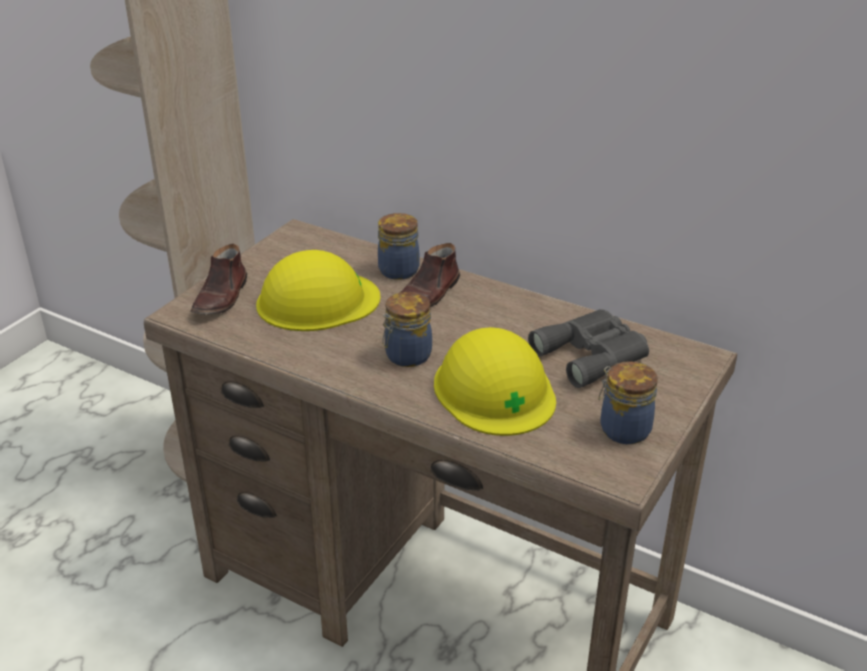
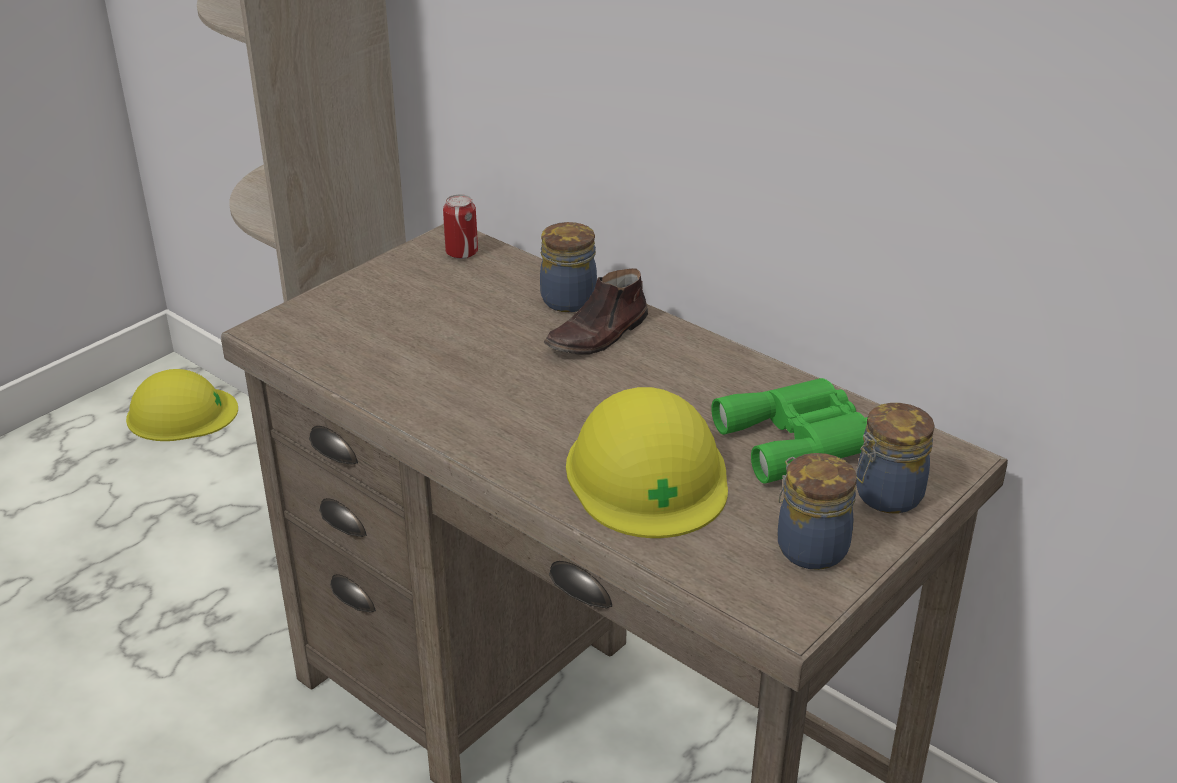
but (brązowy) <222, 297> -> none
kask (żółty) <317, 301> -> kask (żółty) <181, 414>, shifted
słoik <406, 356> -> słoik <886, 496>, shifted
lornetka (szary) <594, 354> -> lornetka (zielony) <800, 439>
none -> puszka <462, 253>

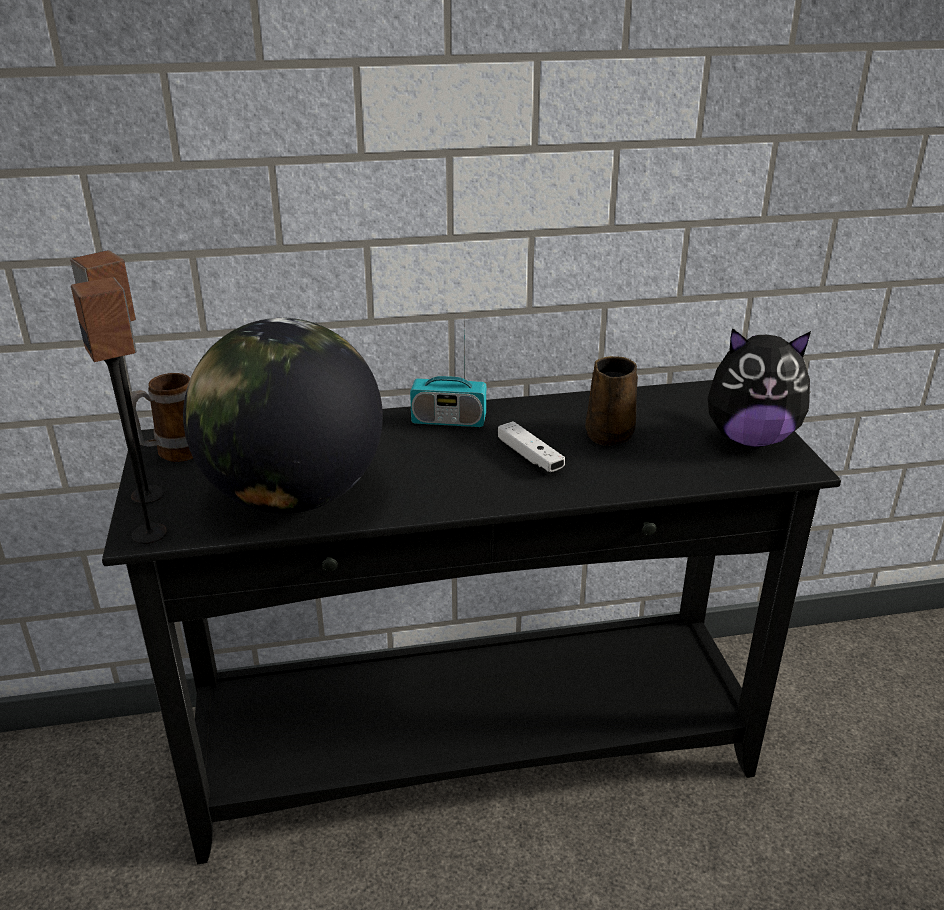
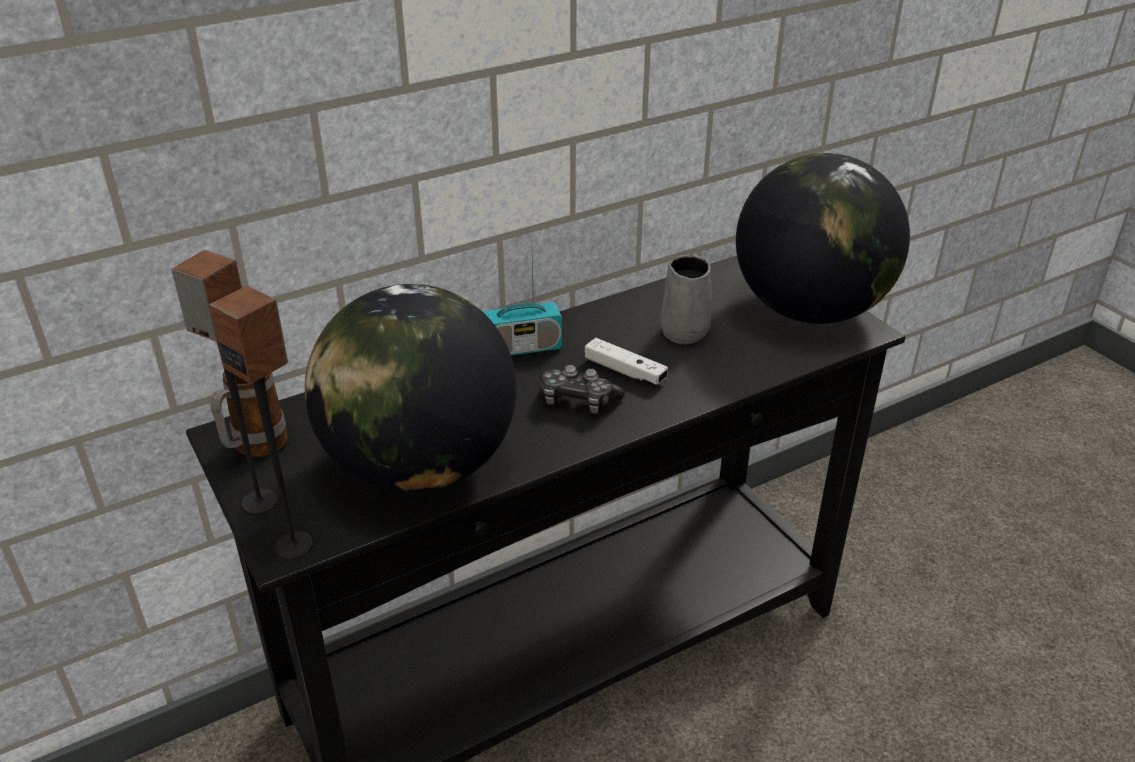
pluszak <750, 439> -> globus <809, 310>
kubek (brązowy) <611, 434> -> kubek (szary) <685, 331>
none -> pad do gier <578, 401>

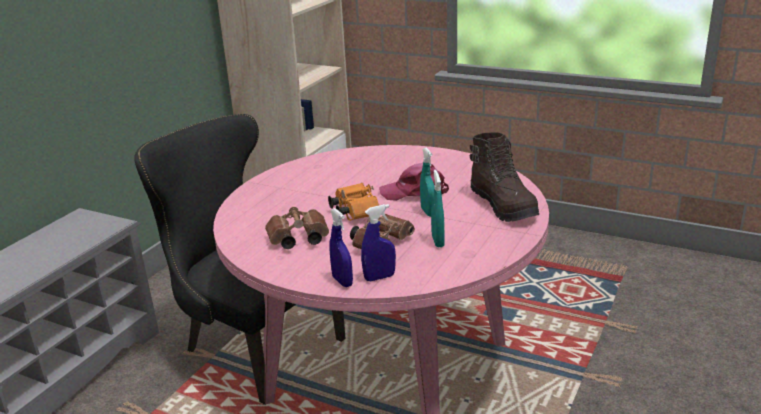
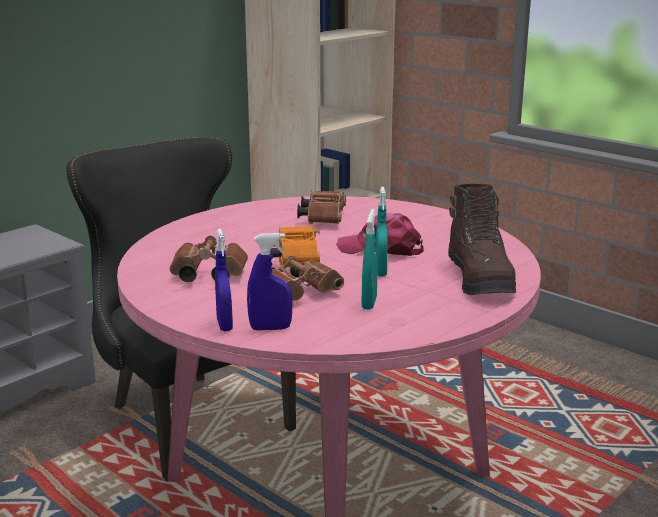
none -> lornetka (brązowy) <323, 218>

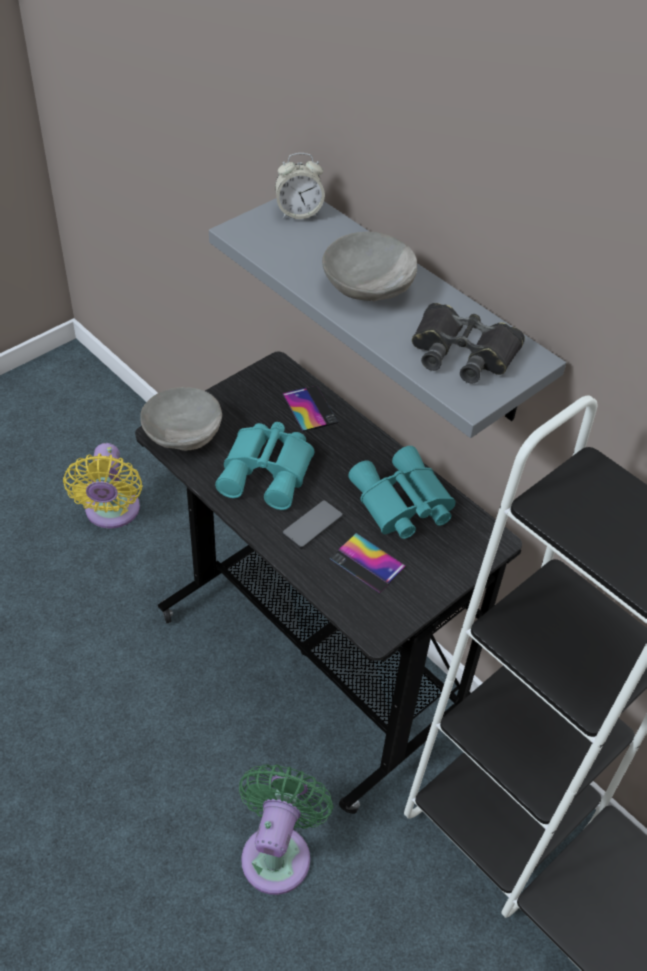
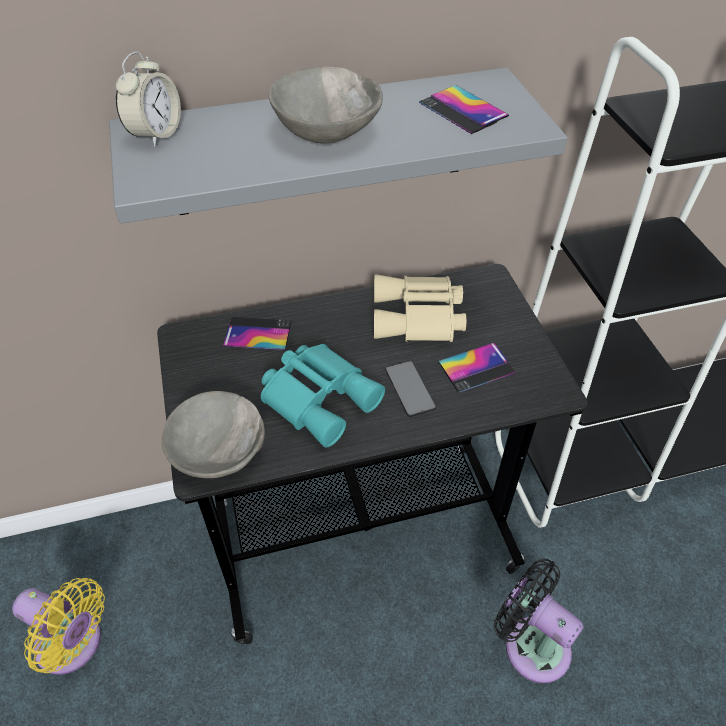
lornetka (czarny) <462, 352> -> telefon <463, 110>
lornetka (turkusowy) <401, 504> -> lornetka (beżowy) <419, 318>
wentylator (zielony) <278, 851> -> wentylator (czarny) <531, 643>

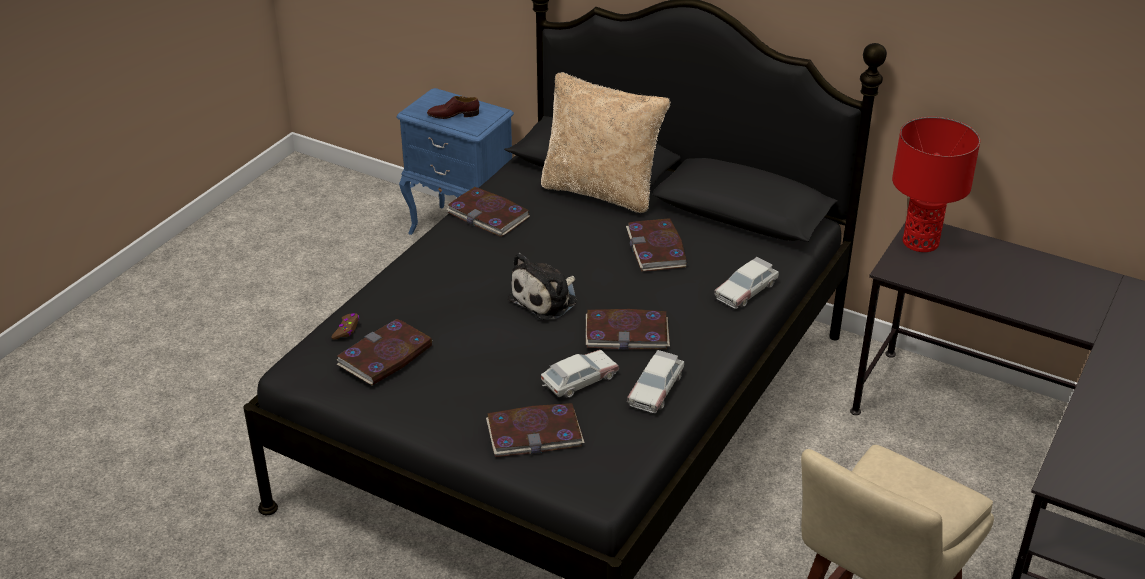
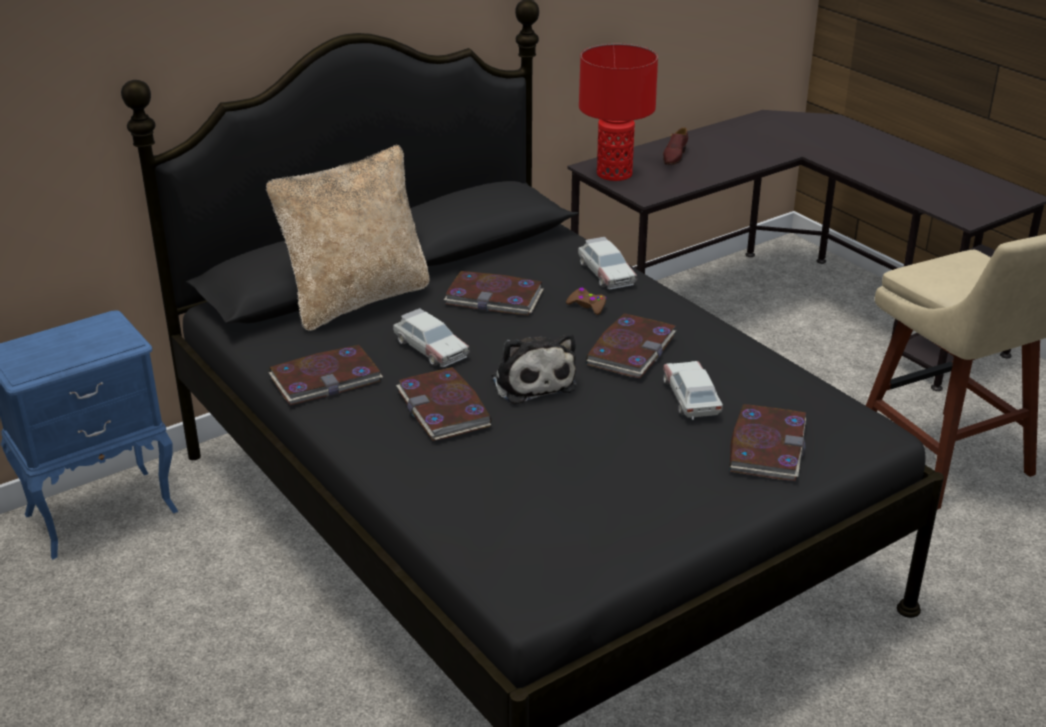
but (brązowy) <453, 115> -> but (brązowy) <674, 156>, shifted
pad do gier (brązowy) <346, 330> -> pad do gier (brązowy) <587, 306>, shifted
książka <385, 356> -> książka <444, 408>, shifted
samochodzik <655, 388> -> samochodzik <430, 348>, shifted

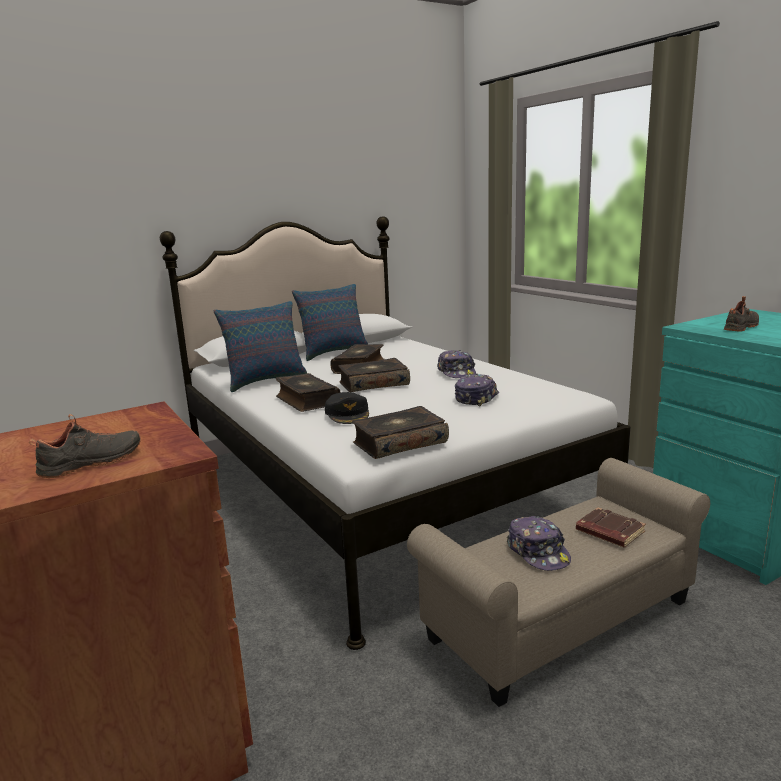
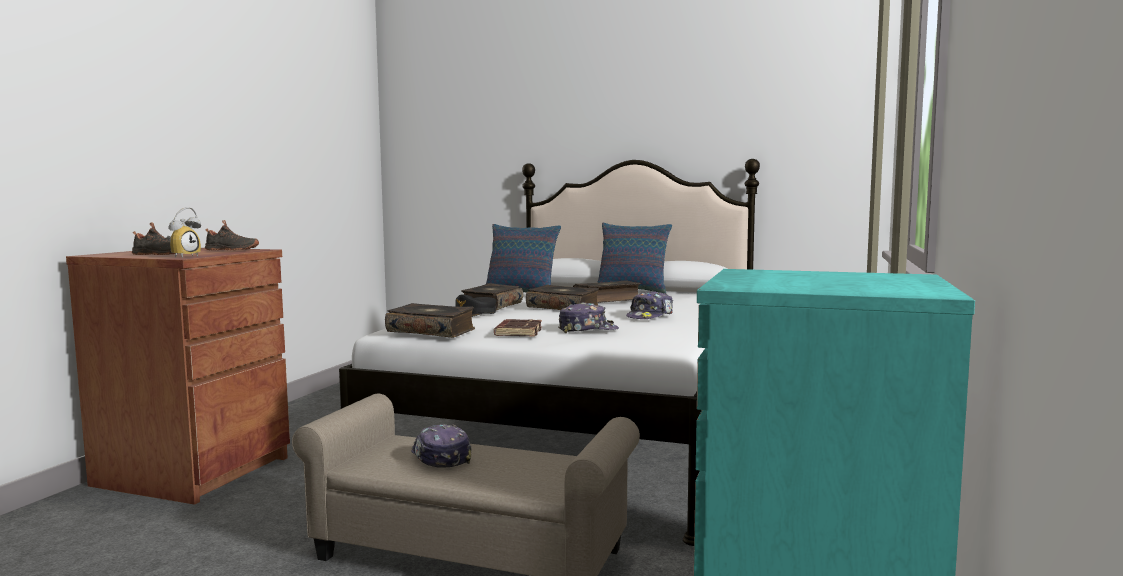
but (czarny) <742, 327> -> but (czarny) <231, 250>, shifted
książka (brązowy) <608, 532> -> książka (brązowy) <517, 332>, shifted
czapka z daszkiem <538, 552> -> czapka z daszkiem <440, 457>, 120 degrees clockwise
none -> budzik <183, 256>

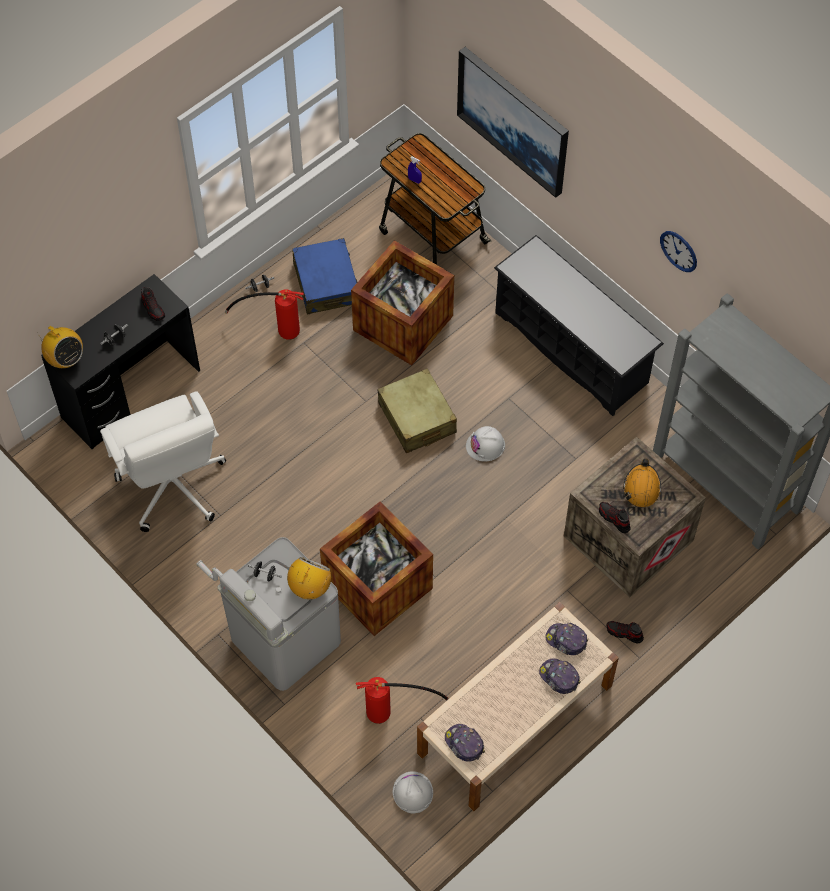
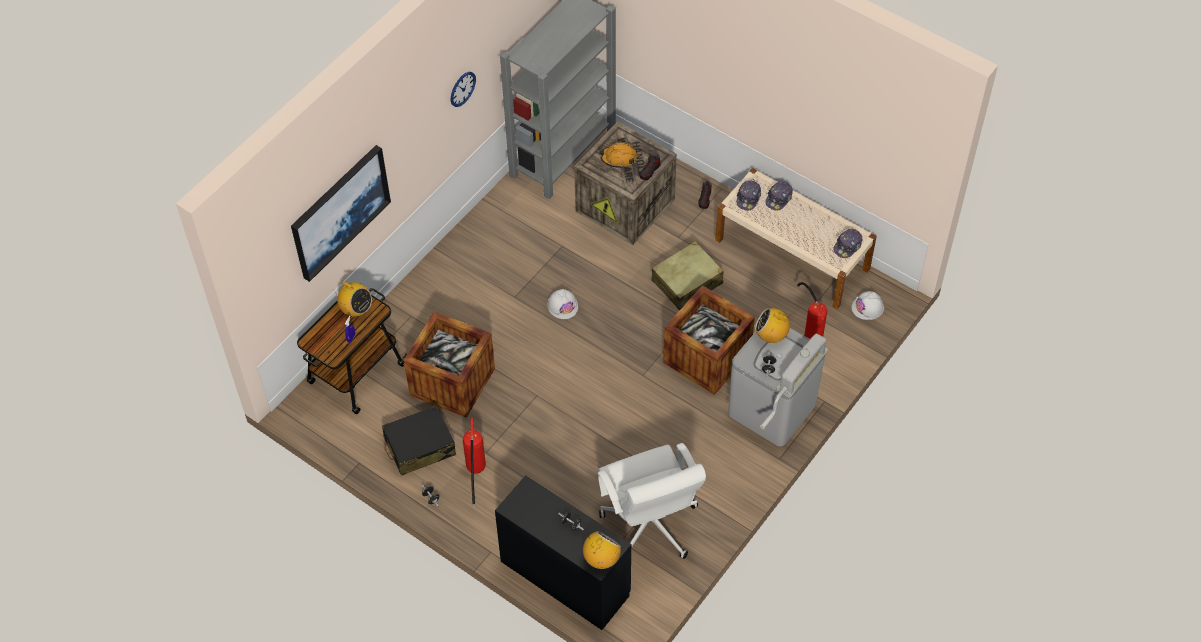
regał na buty (czarny) <572, 348> -> none
walizka (niebieski) <326, 283> -> walizka (czarny) <419, 447>
but <153, 308> -> none
walizka (beżowy) <417, 418> -> walizka (beżowy) <687, 282>, shifted
krzesło biurowe (biały) <172, 484> -> krzesło biurowe (biały) <649, 523>, 105 degrees clockwise
none -> radio <356, 310>

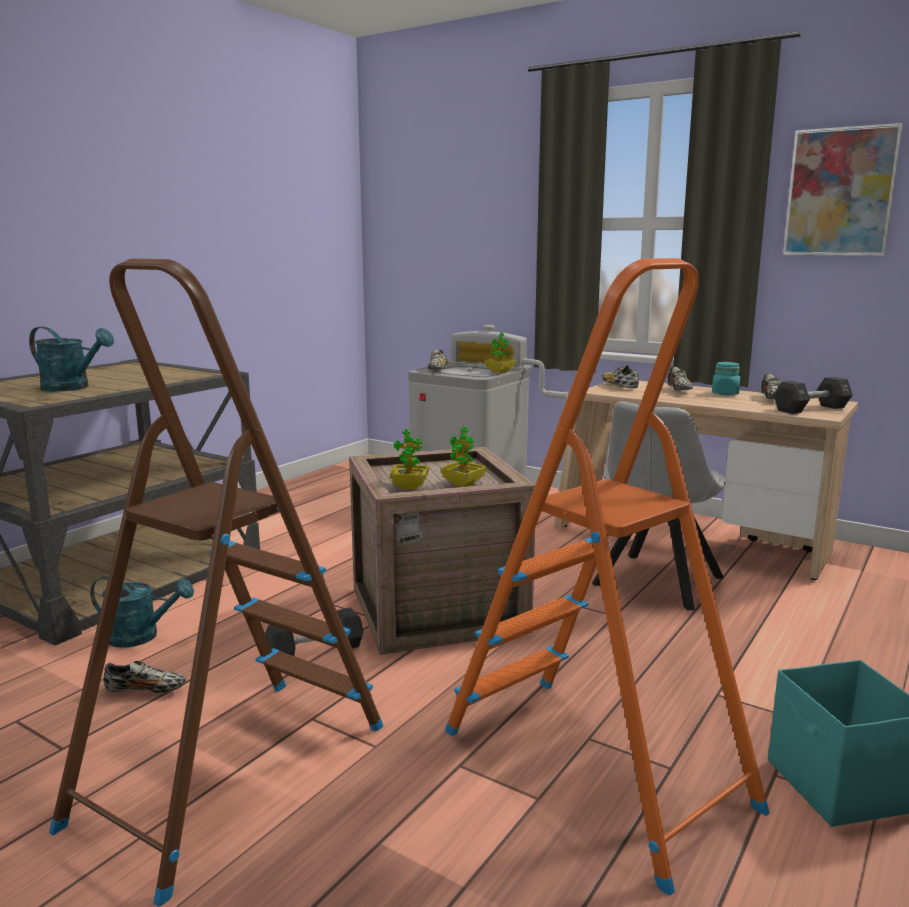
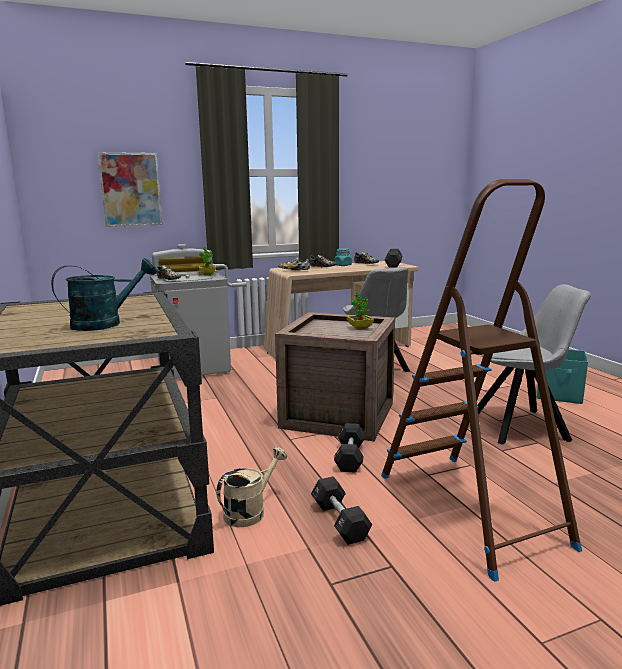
obraz <840, 192> -> obraz <131, 189>, shifted
drabinka (pomarańczowy) <592, 767> -> krzesło (szary) <521, 426>
roślina doniczkowa <409, 486> -> none
konewka (turkusowy) <142, 636> -> konewka (beżowy) <250, 511>
but <146, 690> -> hantel (czarny) <340, 521>

